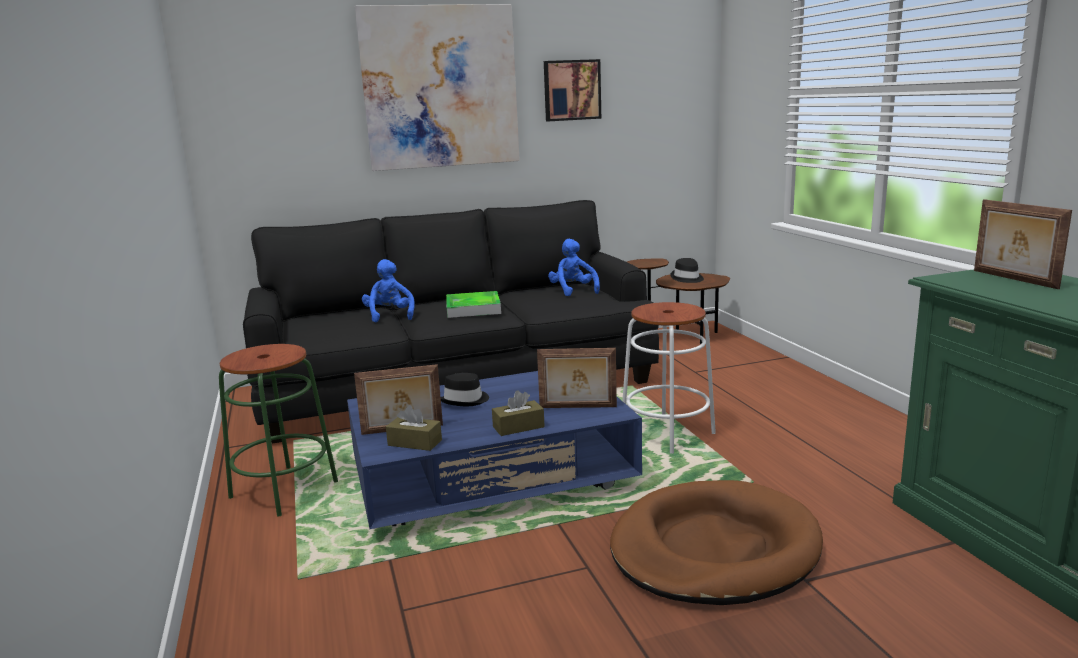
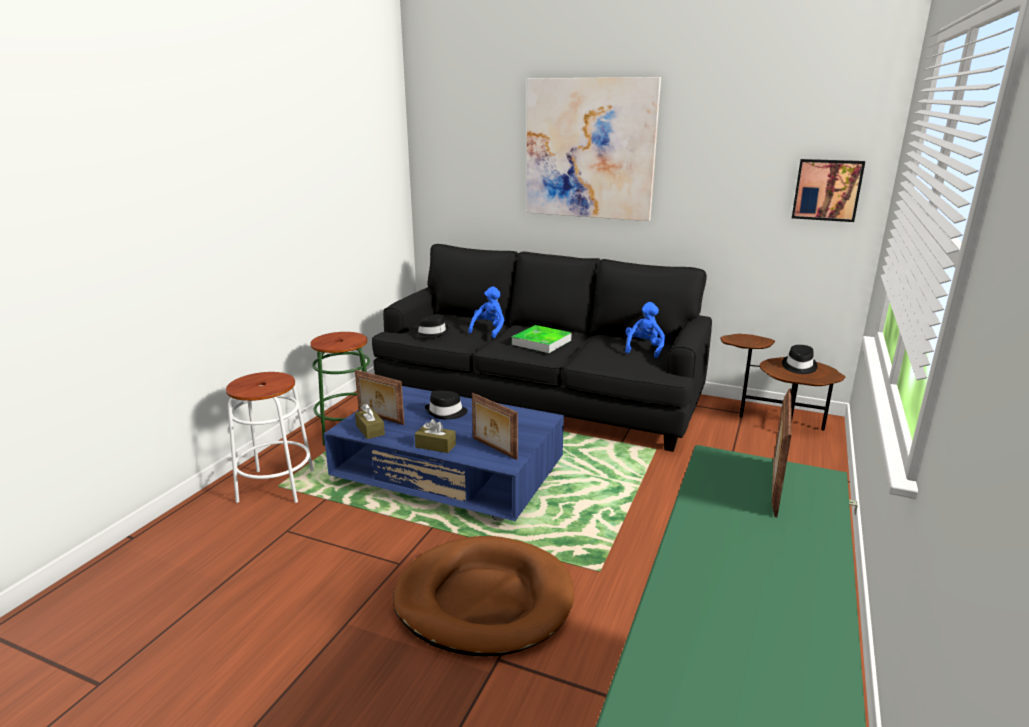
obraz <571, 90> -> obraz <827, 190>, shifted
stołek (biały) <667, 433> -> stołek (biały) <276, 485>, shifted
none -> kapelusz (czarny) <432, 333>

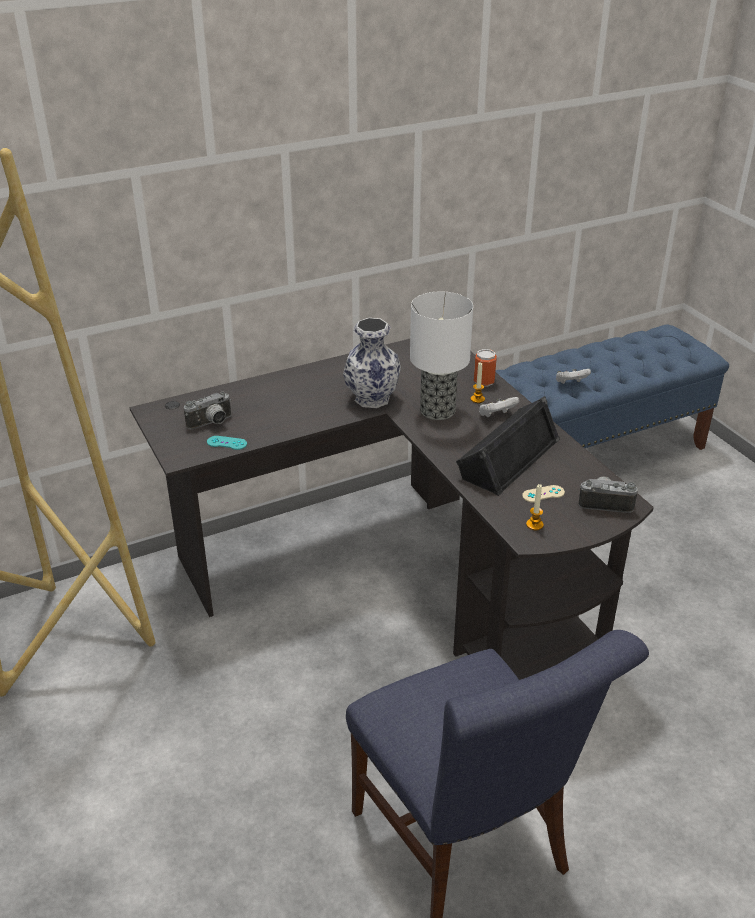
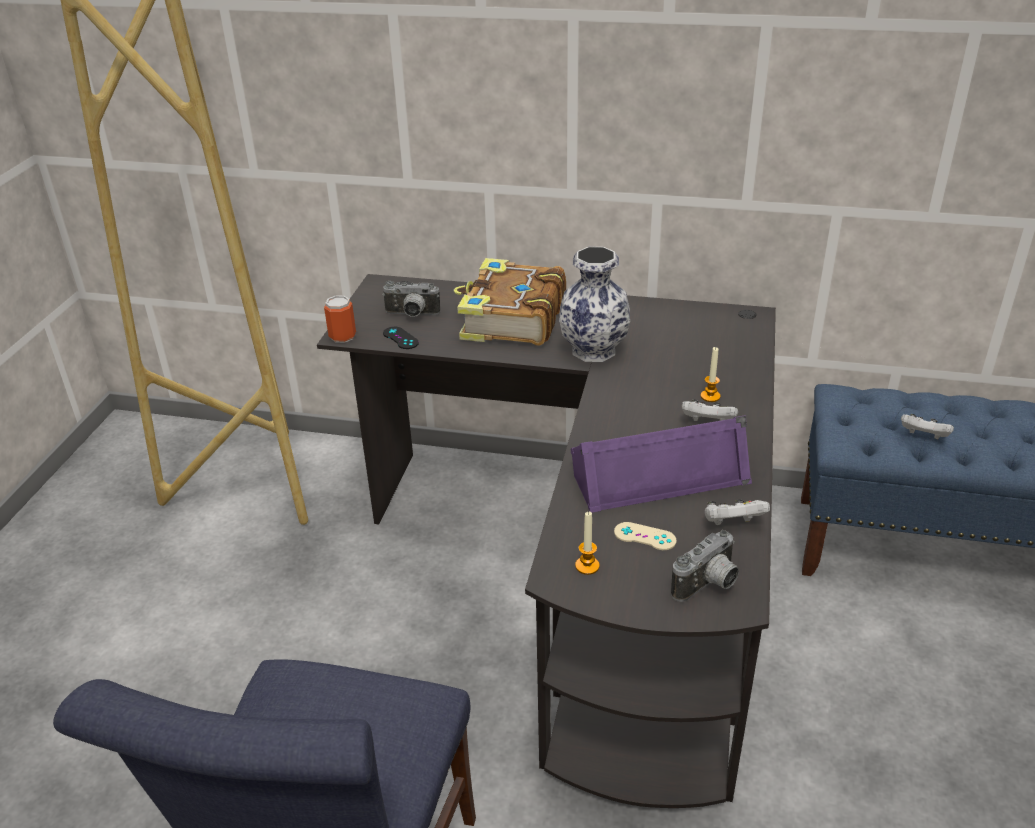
lampa stołowa <436, 411> -> none
puszka <484, 381> -> puszka <342, 336>, shifted
głośnik (czarny) <507, 457> -> głośnik (fioletowy) <658, 474>
pad do gier (turkusowy) <227, 443> -> pad do gier (czarny) <400, 338>
aparat fotograficzny <605, 503> -> aparat fotograficzny <709, 585>, 90 degrees clockwise
none -> książka <511, 319>
none -> pad do gier (biały) <732, 524>

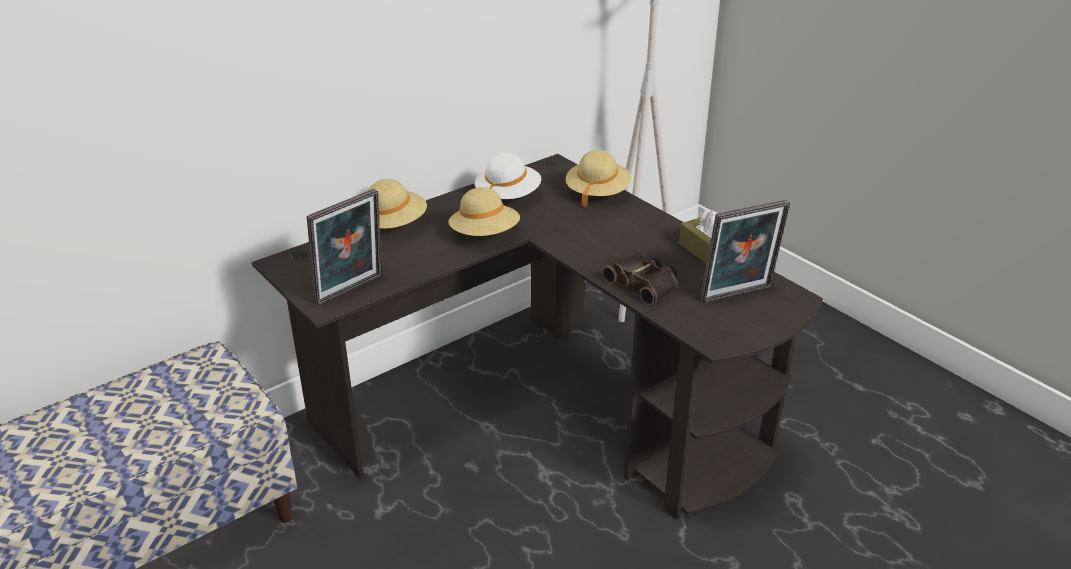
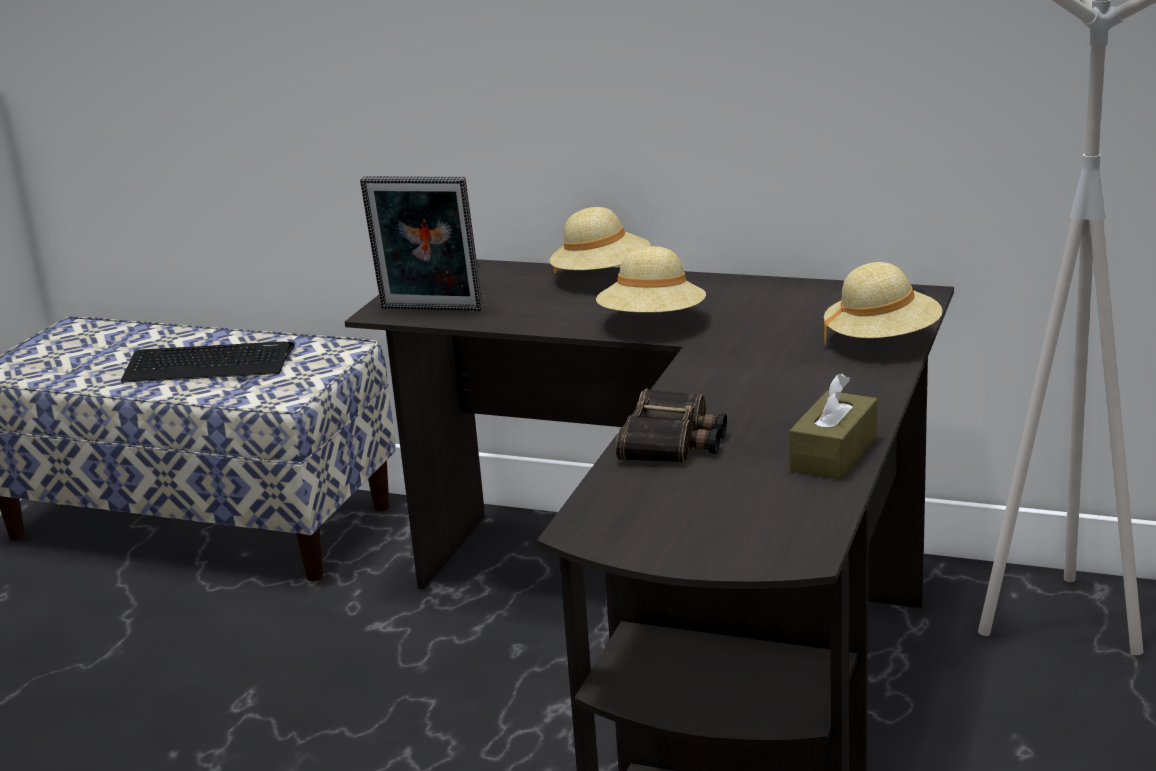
kapelusz (biały) <508, 196> -> none
ramka na zdjęcie <738, 296> -> none
none -> klawiatura <208, 365>

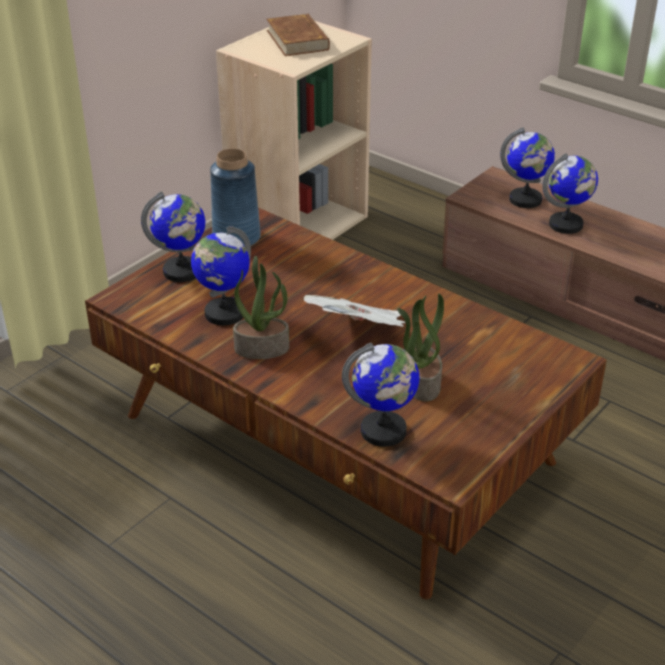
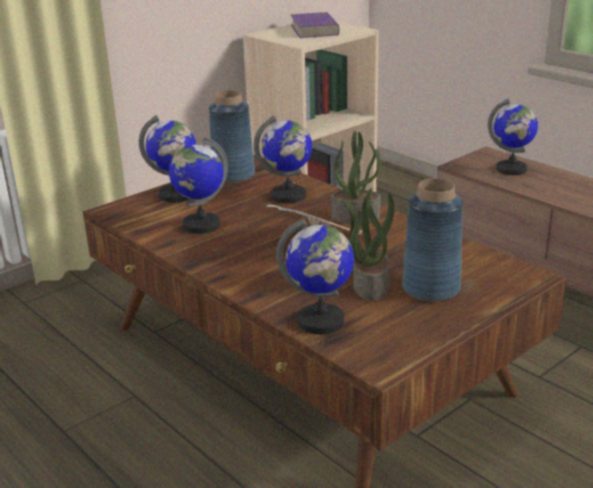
książka (brązowy) <298, 40> -> książka (fioletowy) <314, 30>
globus <566, 225> -> globus <288, 196>, shifted
roślina doniczkowa <262, 348> -> roślina doniczkowa <356, 217>, shifted
none -> wazon (niebieski) <431, 288>

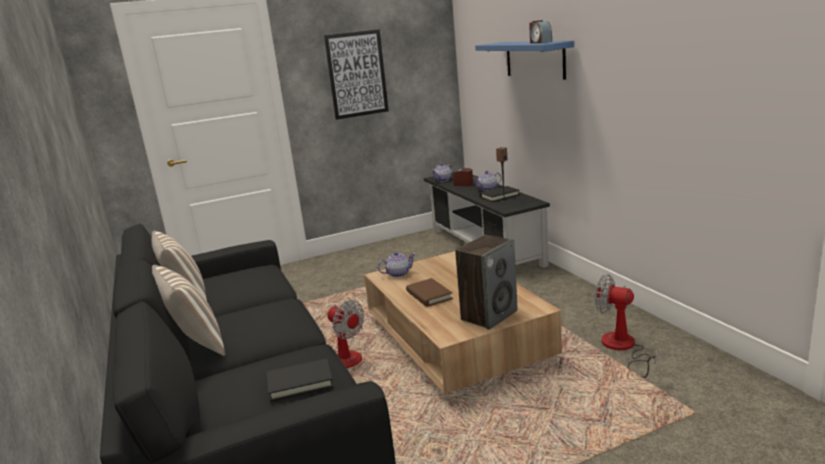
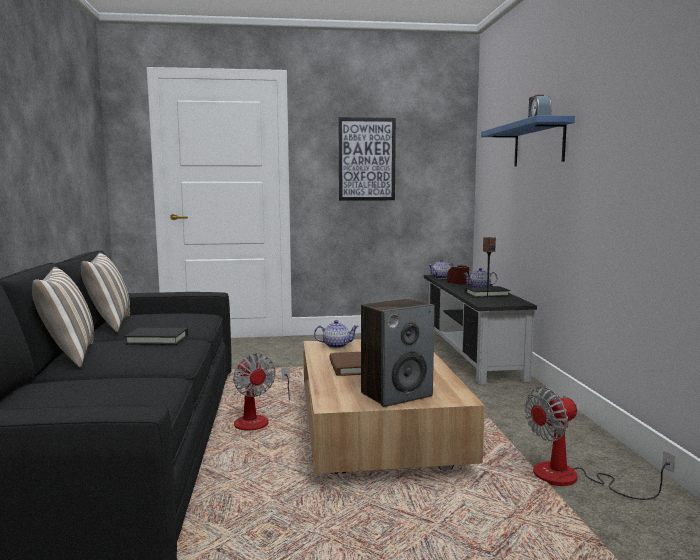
wentylator <623, 348> -> wentylator <572, 479>, 75 degrees counterclockwise
książka (czarny) <300, 383> -> książka (czarny) <157, 339>, shifted

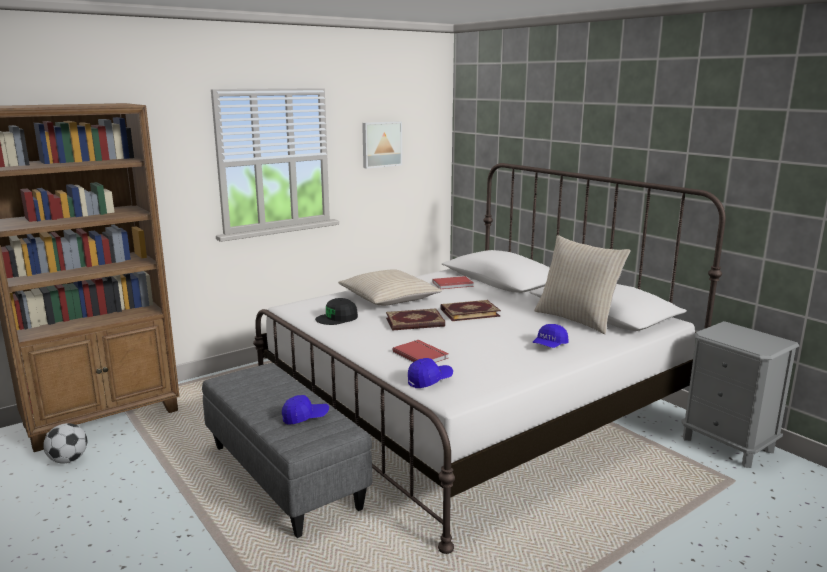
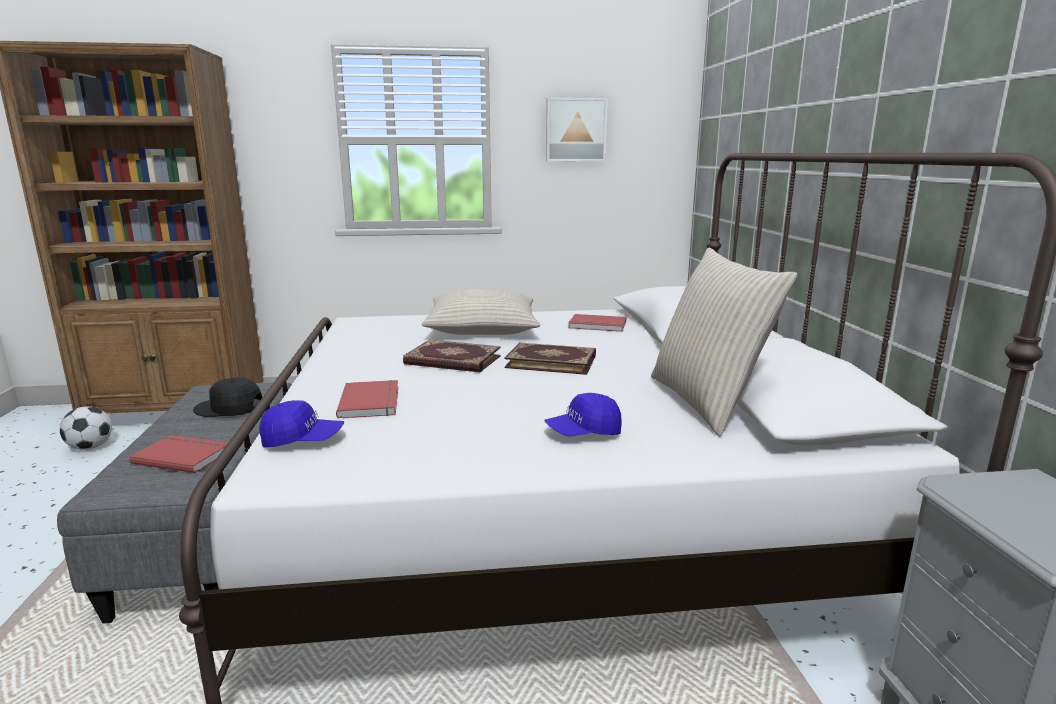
czapka z daszkiem (czarny) <337, 318> -> czapka z daszkiem (czarny) <229, 407>, shifted
czapka z daszkiem (niebieski) <305, 417> -> książka (czerwony) <183, 456>

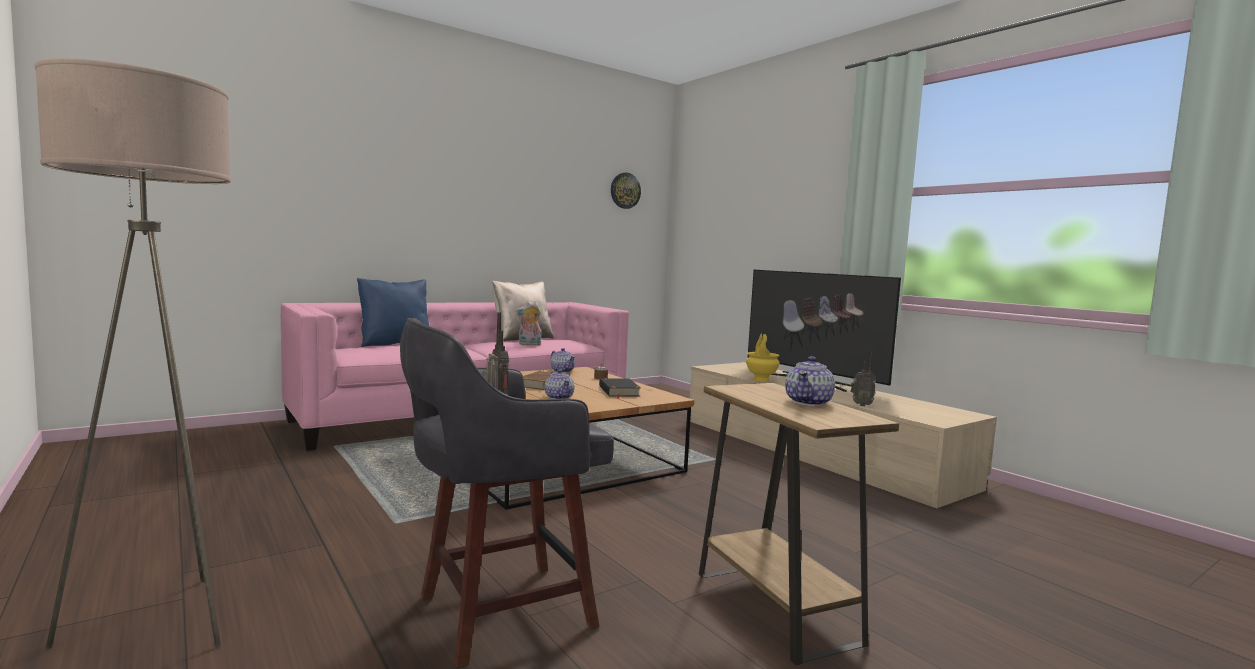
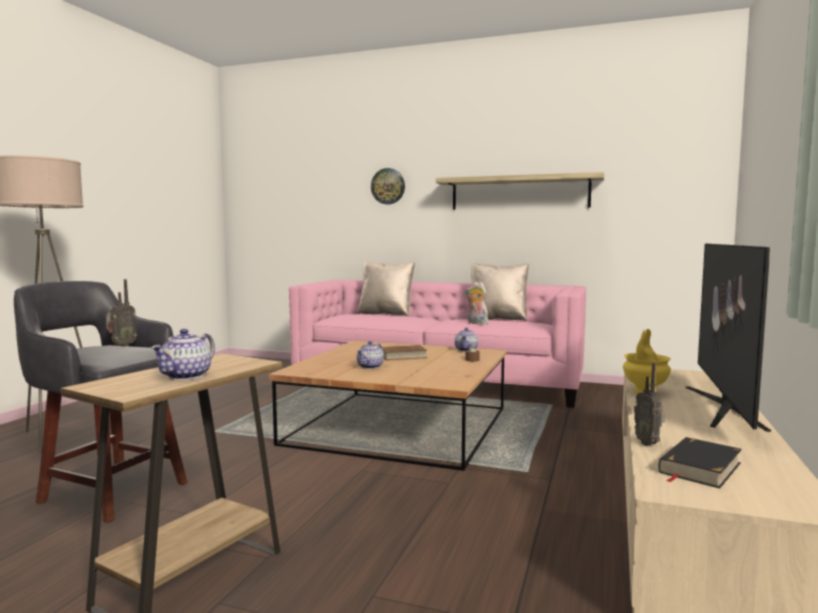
zegar ścienny <625, 190> -> zegar ścienny <388, 186>, shifted
poduszka (niebieski) <395, 344> -> poduszka (beżowy) <386, 314>
imbryk <809, 402> -> imbryk <187, 376>, 60 degrees counterclockwise
książka (czarny) <618, 391> -> książka (czarny) <699, 468>, shifted
none -> półka <519, 193>

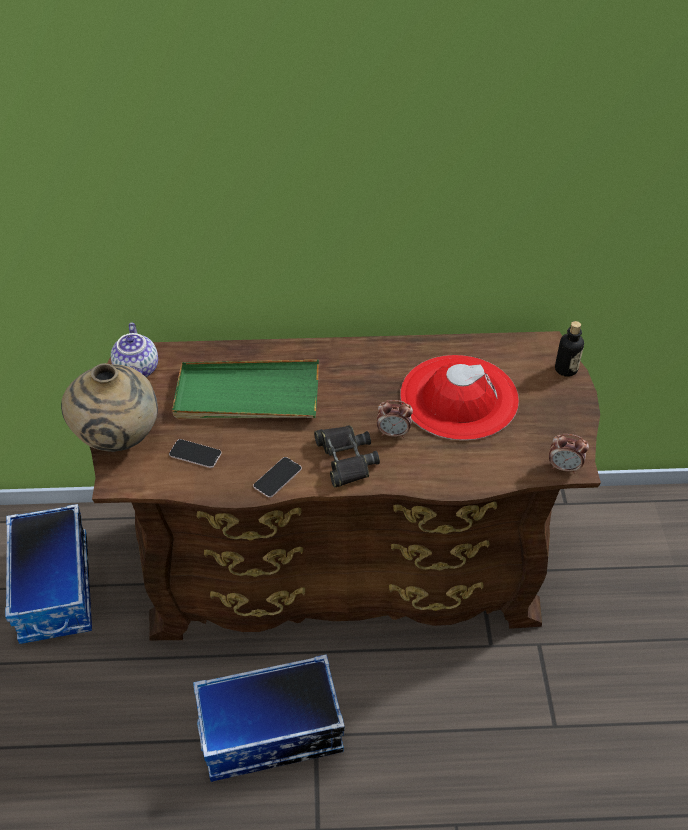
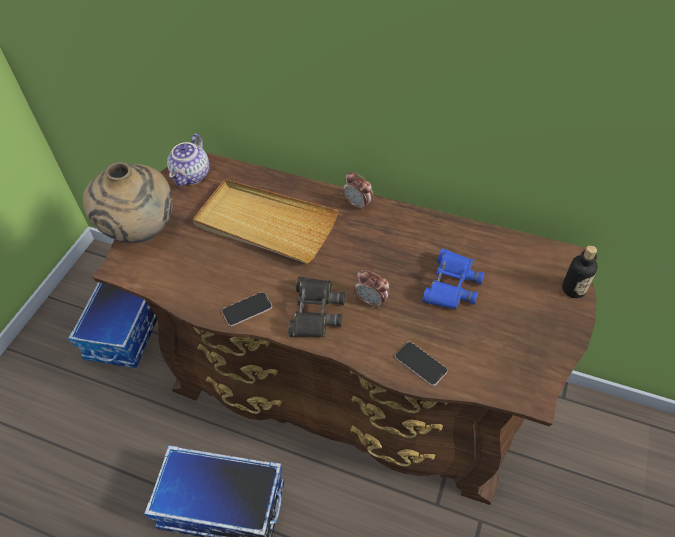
kapelusz (czerwony) <458, 397> -> lornetka (niebieski) <451, 285>
taca (zielony) <247, 395> -> taca (beżowy) <265, 224>
budzik <564, 467> -> budzik <358, 204>, shifted
telefon <195, 454> -> telefon <420, 364>, shifted

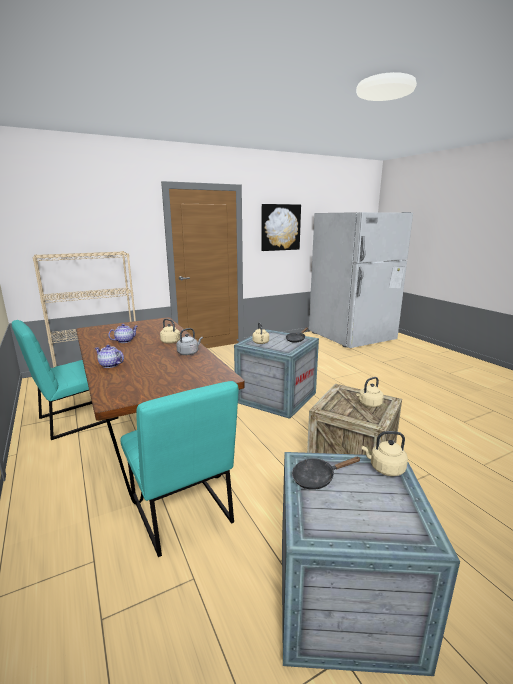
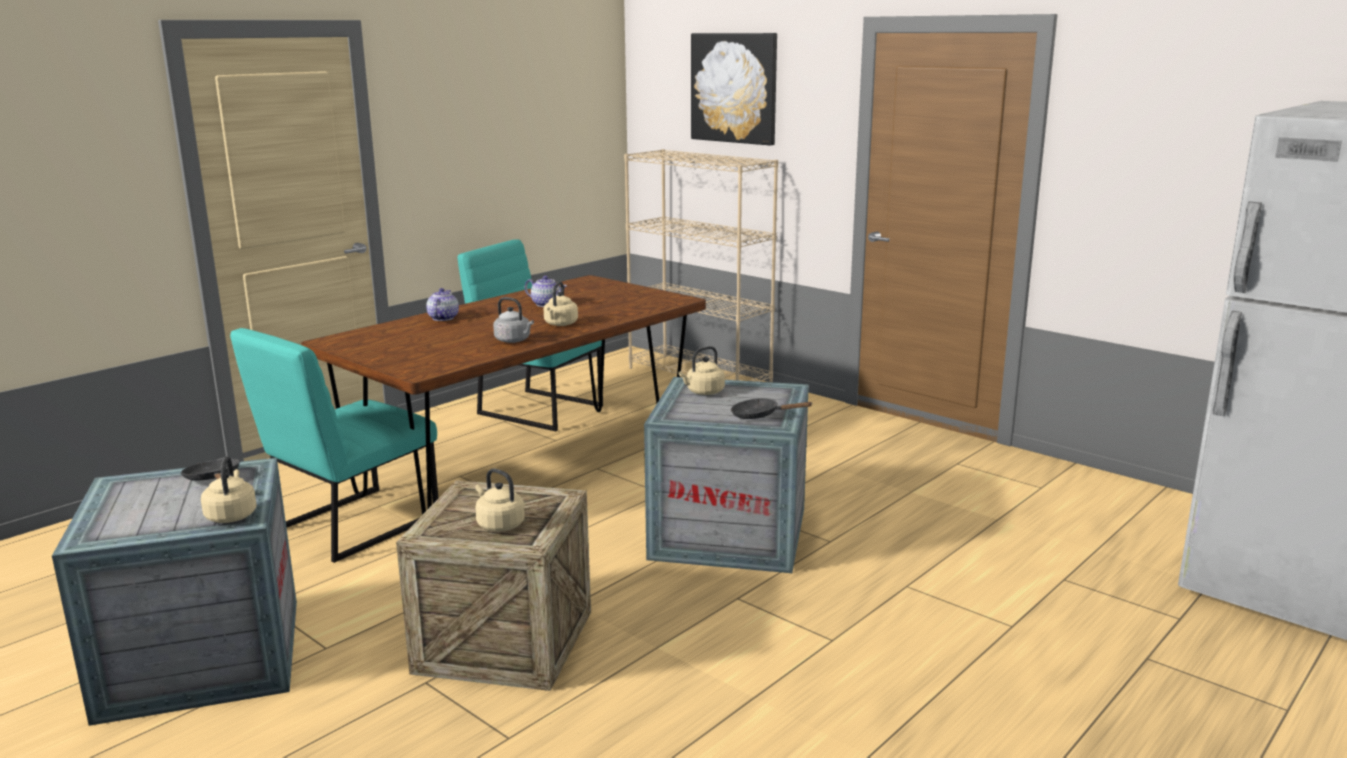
obraz <280, 227> -> obraz <734, 88>, shifted

